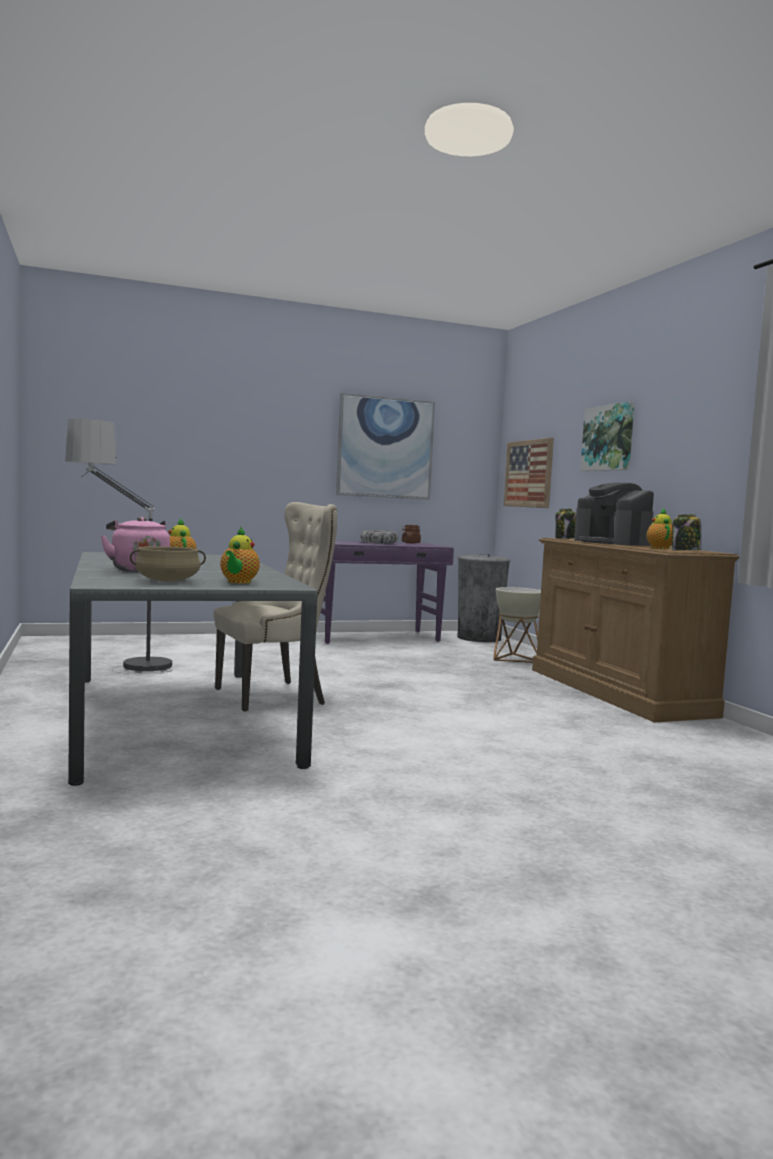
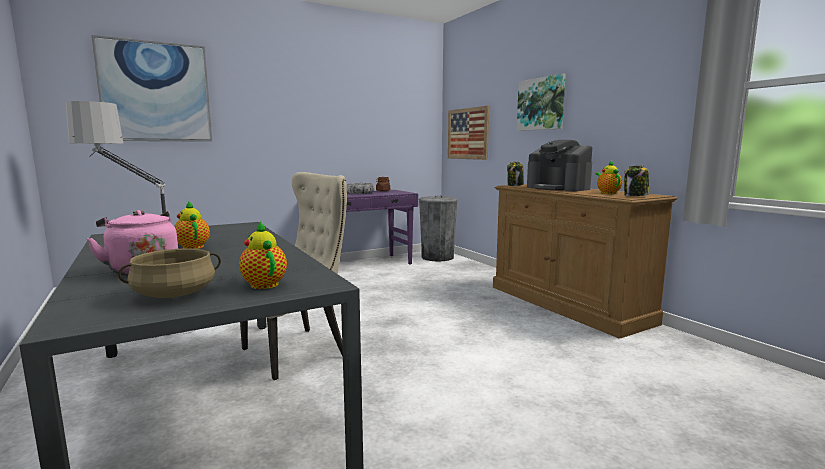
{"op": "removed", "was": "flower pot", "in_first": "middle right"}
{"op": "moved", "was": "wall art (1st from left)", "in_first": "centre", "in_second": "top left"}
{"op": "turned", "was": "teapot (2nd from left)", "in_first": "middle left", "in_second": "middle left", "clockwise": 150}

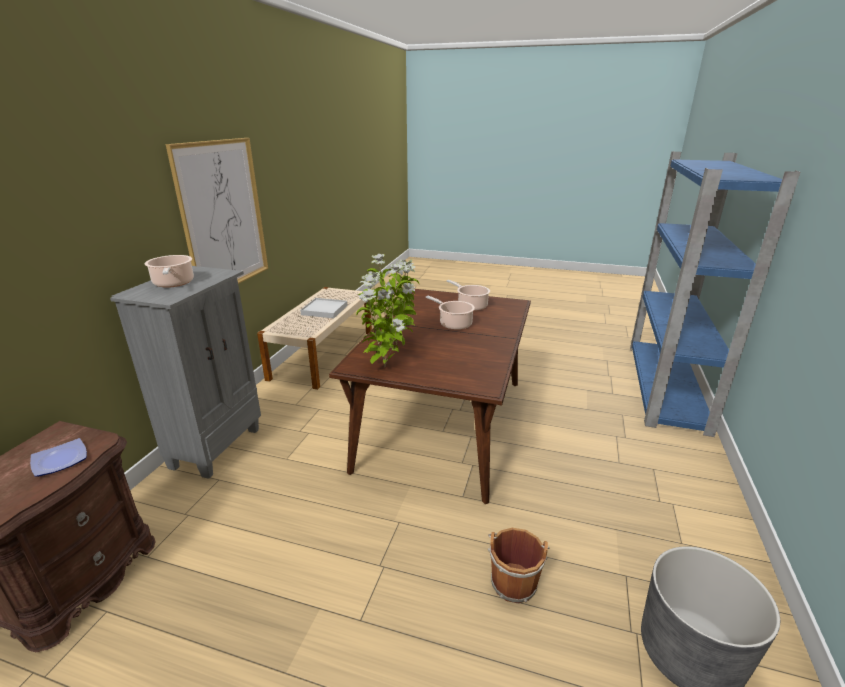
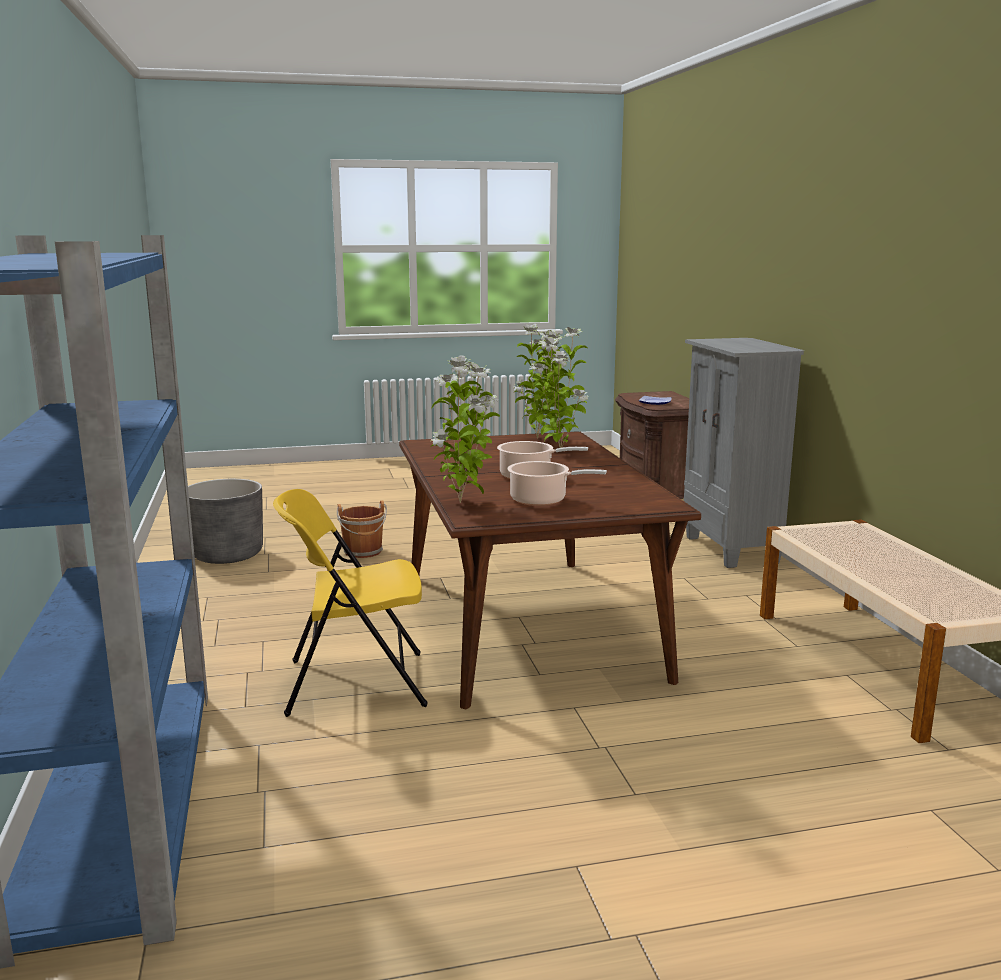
{"op": "removed", "was": "stockpot (1st from left)", "in_first": "middle left"}
{"op": "removed", "was": "wall art", "in_first": "top left"}
{"op": "removed", "was": "whitish carrying tray", "in_first": "centre"}
{"op": "added", "now": "yellow upright chair", "in_second": "centre"}
{"op": "added", "now": "houseplant (1st from left)", "in_second": "centre"}

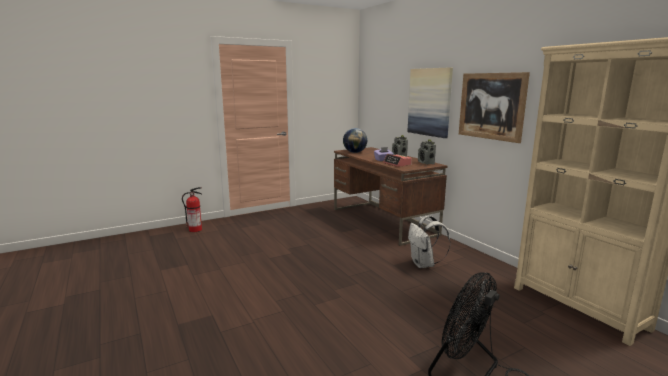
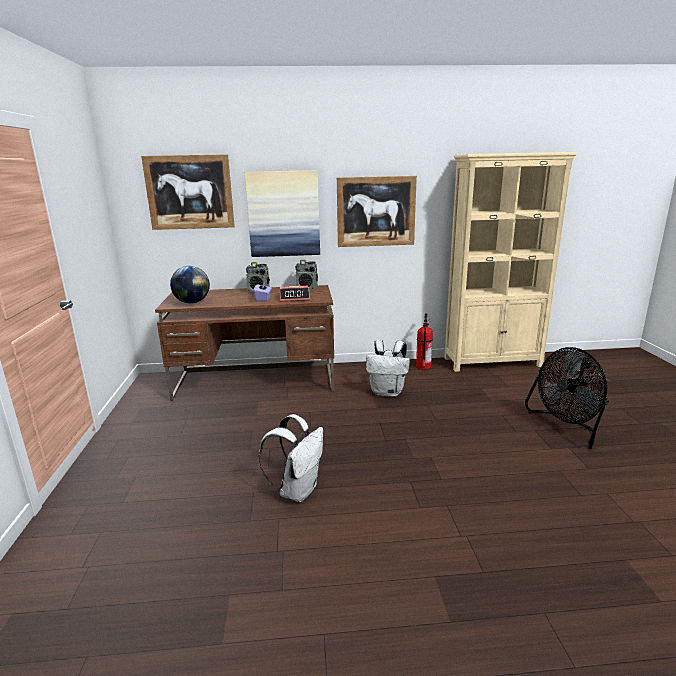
{"op": "added", "now": "wall art (1st from left)", "in_second": "top left"}
{"op": "added", "now": "whitish knapsack (1st from left)", "in_second": "bottom centre"}
{"op": "moved", "was": "fire extinguisher", "in_first": "middle left", "in_second": "centre"}

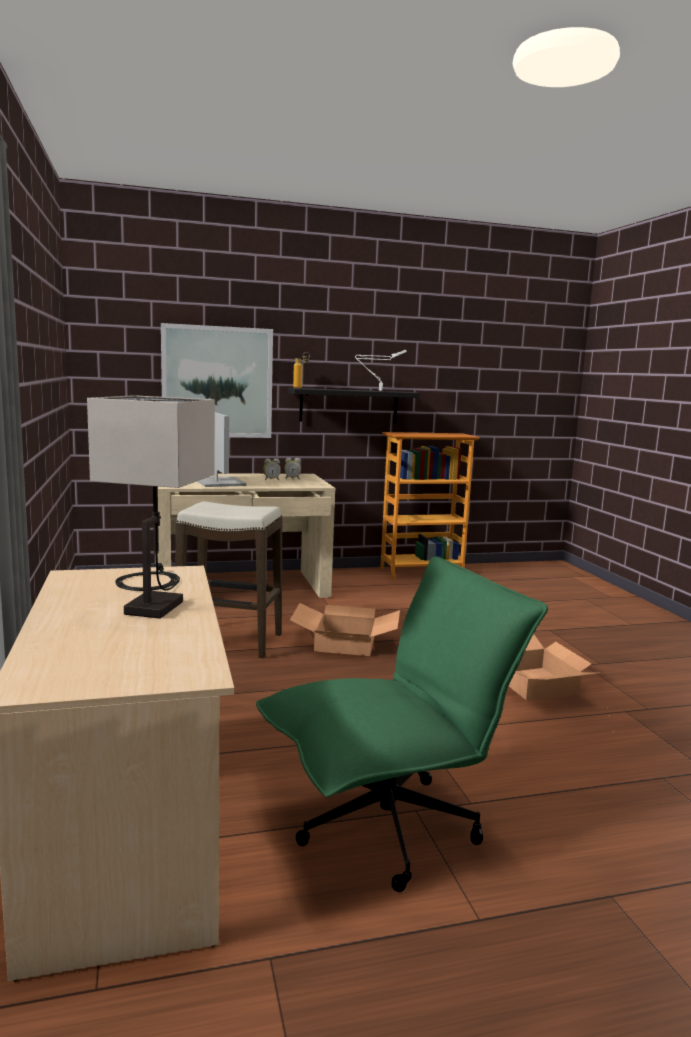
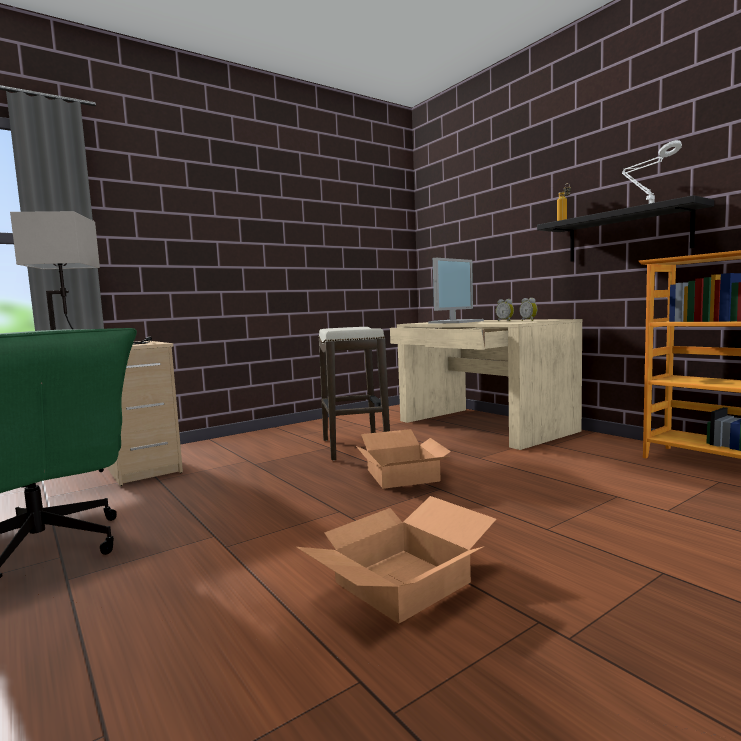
{"op": "removed", "was": "wall art", "in_first": "middle left"}

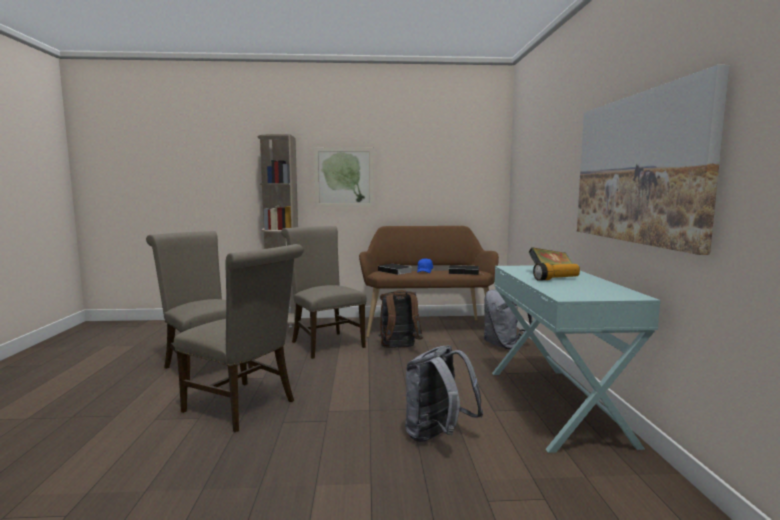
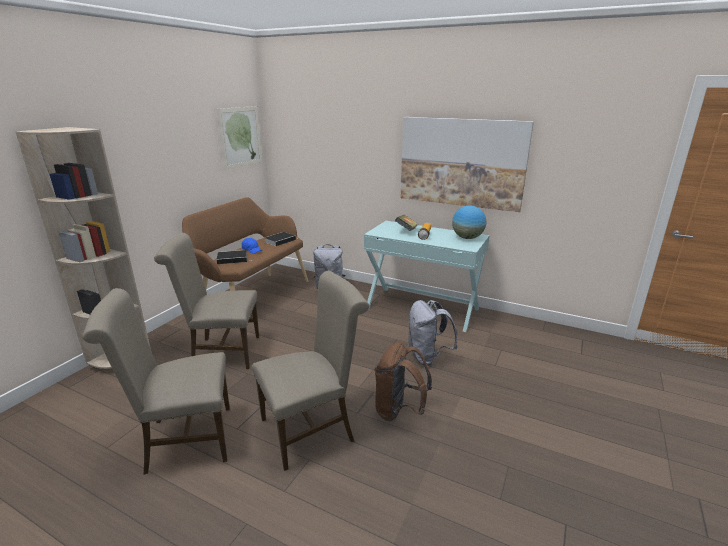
{"op": "added", "now": "desk globe", "in_second": "centre"}
{"op": "moved", "was": "wall art (1st from left)", "in_first": "centre", "in_second": "top left"}
{"op": "moved", "was": "brown knapsack", "in_first": "centre", "in_second": "bottom centre"}

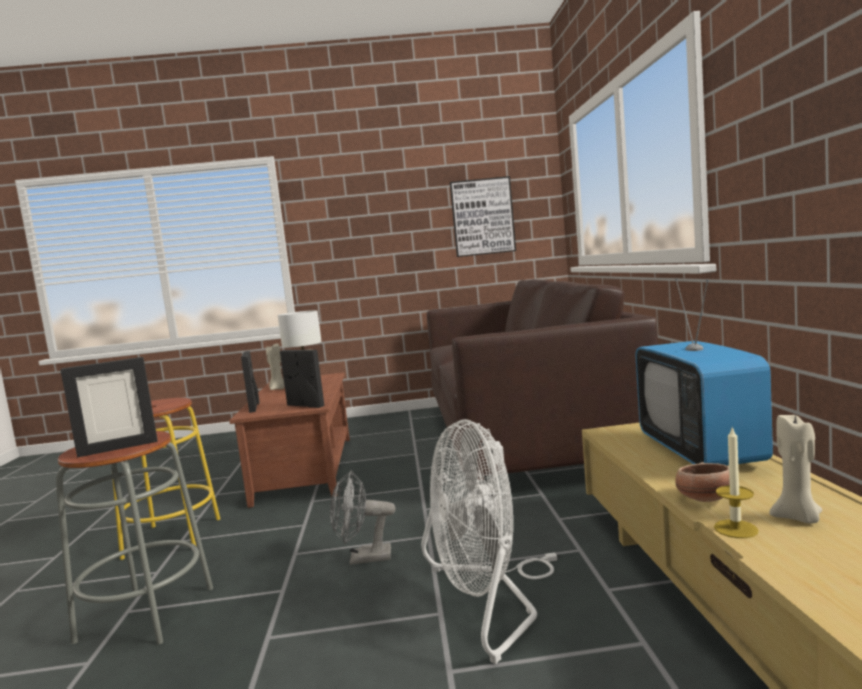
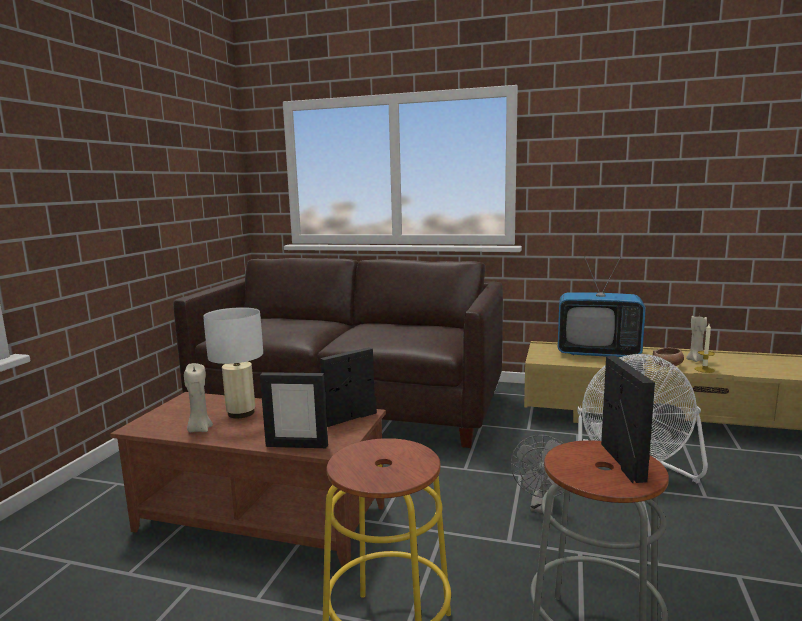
{"op": "removed", "was": "wall art", "in_first": "top centre"}

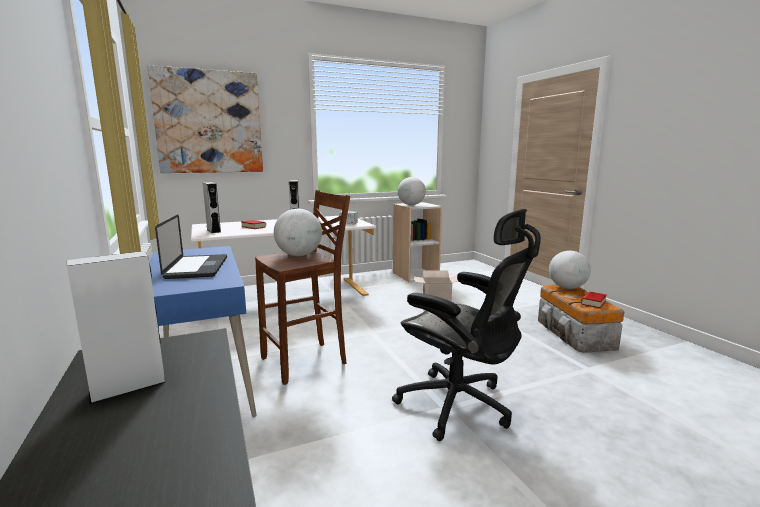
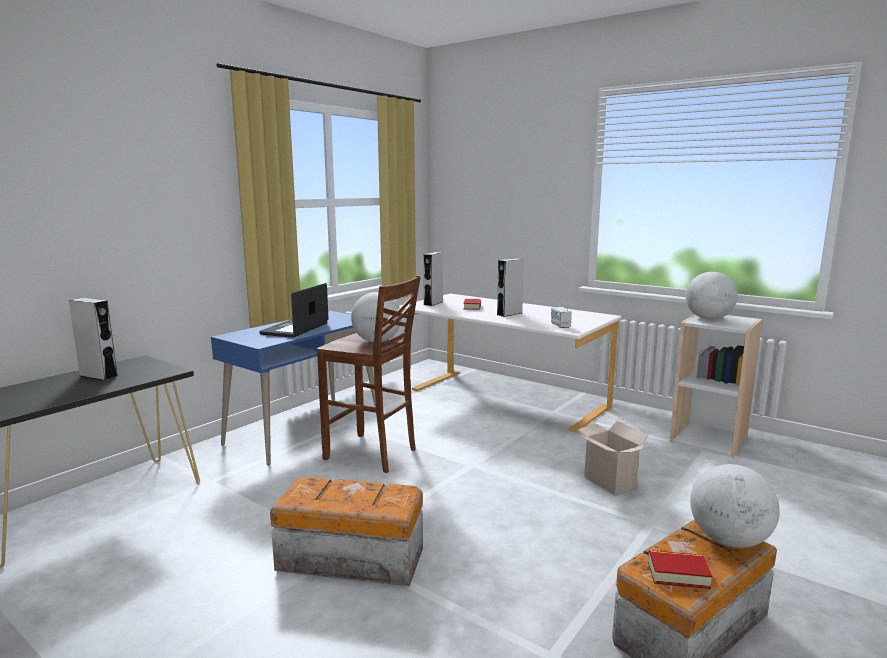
{"op": "removed", "was": "wall art", "in_first": "top left"}
{"op": "replaced", "was": "office chair", "now": "storage box (1st from left)", "in_first": "centre", "in_second": "bottom centre"}
{"op": "turned", "was": "notebook computer", "in_first": "middle left", "in_second": "middle left", "clockwise": 150}

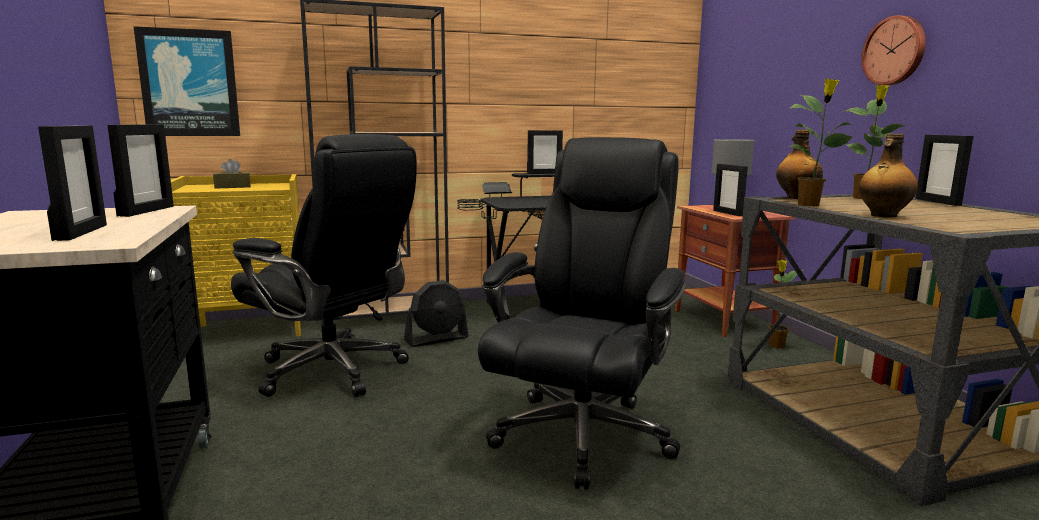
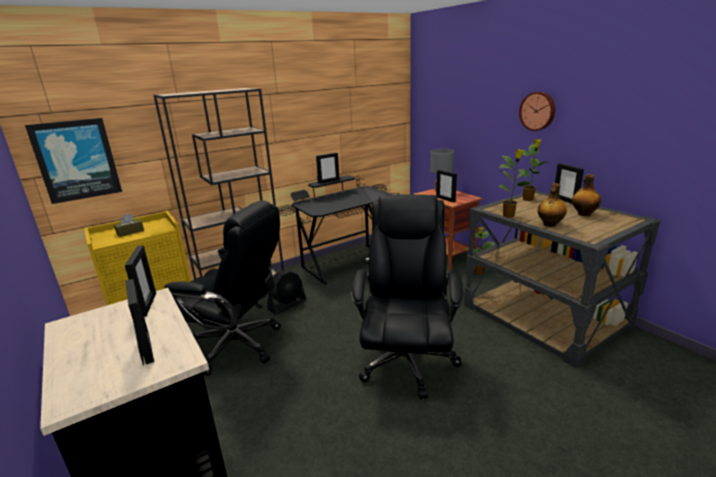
{"op": "moved", "was": "beverage bottle (1st from left in the first image)", "now": "beverage bottle (2nd from left)", "in_first": "top right", "in_second": "middle right"}

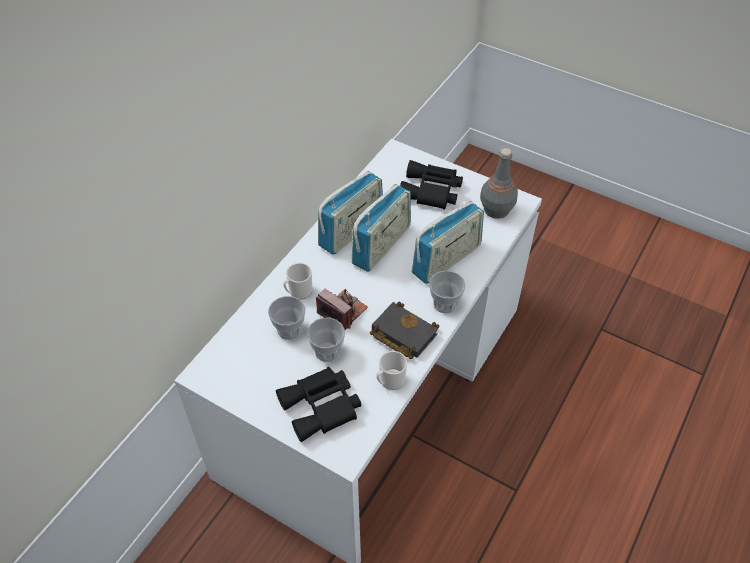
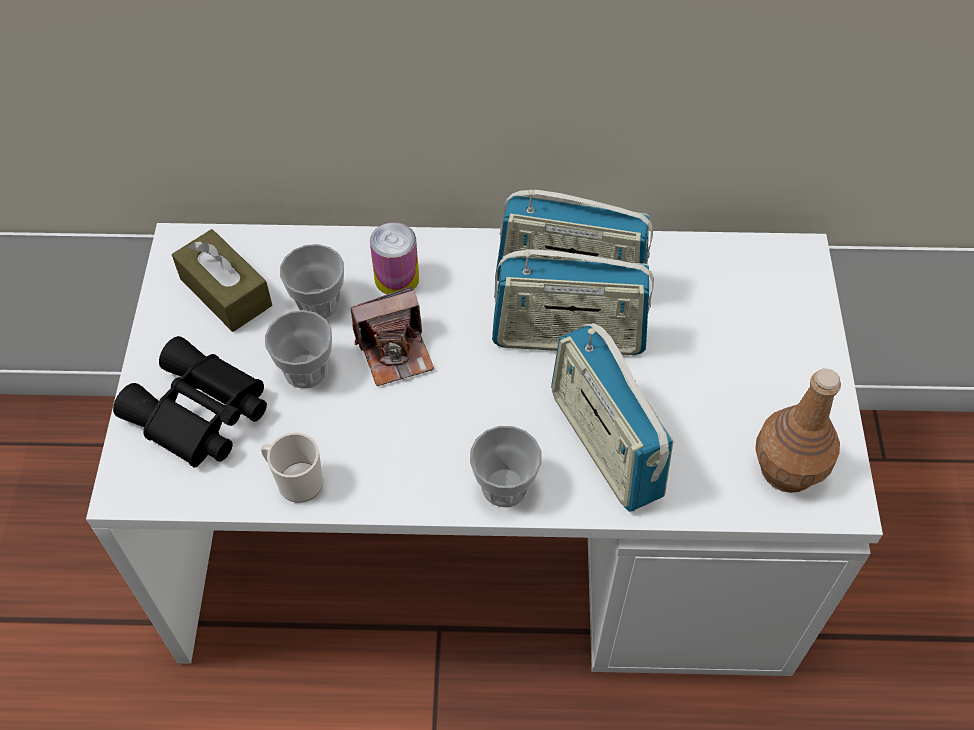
{"op": "removed", "was": "black-coloured volume", "in_first": "centre"}
{"op": "removed", "was": "black-coloured pair of binoculars (2nd from left)", "in_first": "top centre"}
{"op": "added", "now": "brown tissue box", "in_second": "middle left"}
{"op": "replaced", "was": "coffee mug (1st from left)", "now": "metal can", "in_first": "centre", "in_second": "centre"}
{"op": "recoloured", "was": "grey beverage bottle", "now": "brown beverage bottle", "in_first": "top centre", "in_second": "middle right"}
{"op": "turned", "was": "still camera", "in_first": "centre", "in_second": "centre", "clockwise": 60}
{"op": "turned", "was": "radio receiver (3rd from left)", "in_first": "centre", "in_second": "centre", "clockwise": 45}

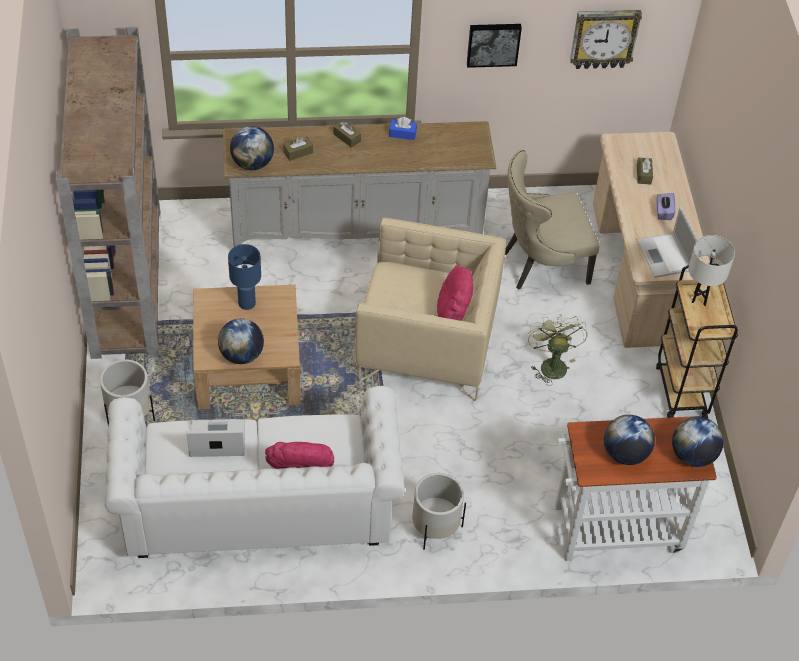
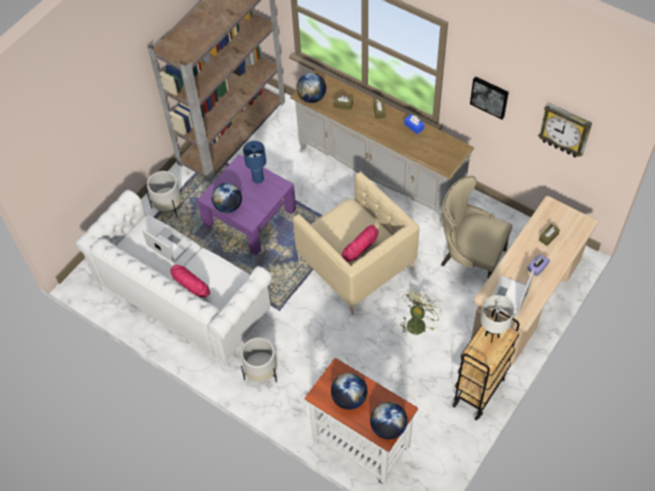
{"op": "recoloured", "was": "brown low table", "now": "purple low table", "in_first": "middle left", "in_second": "centre"}

